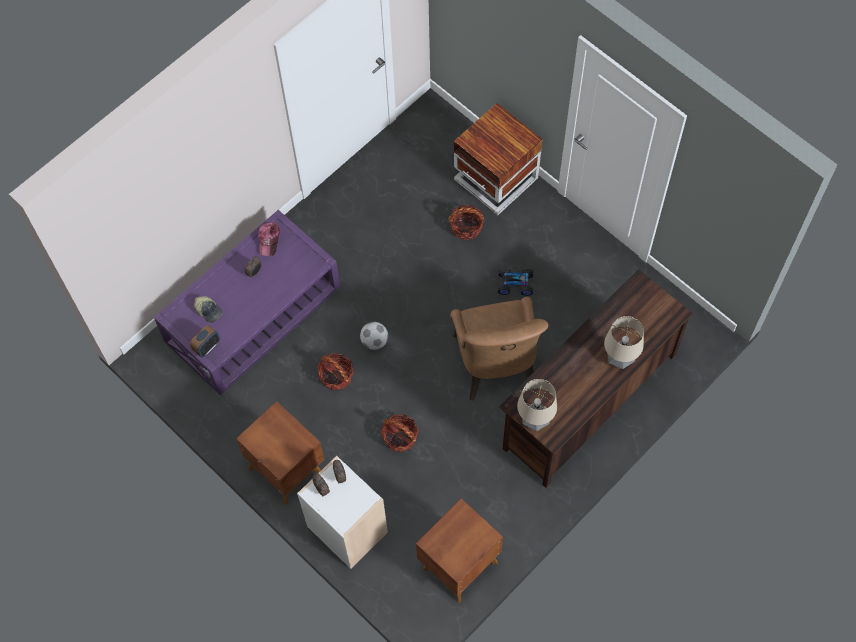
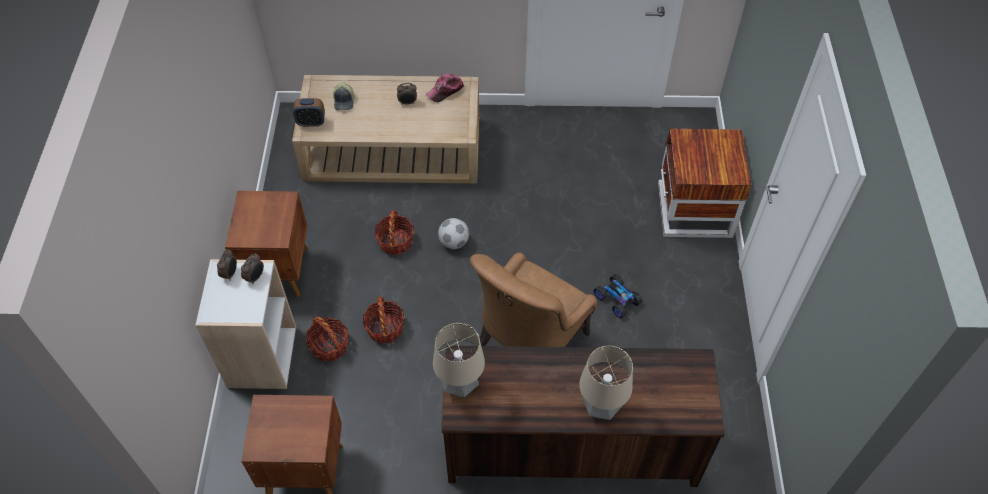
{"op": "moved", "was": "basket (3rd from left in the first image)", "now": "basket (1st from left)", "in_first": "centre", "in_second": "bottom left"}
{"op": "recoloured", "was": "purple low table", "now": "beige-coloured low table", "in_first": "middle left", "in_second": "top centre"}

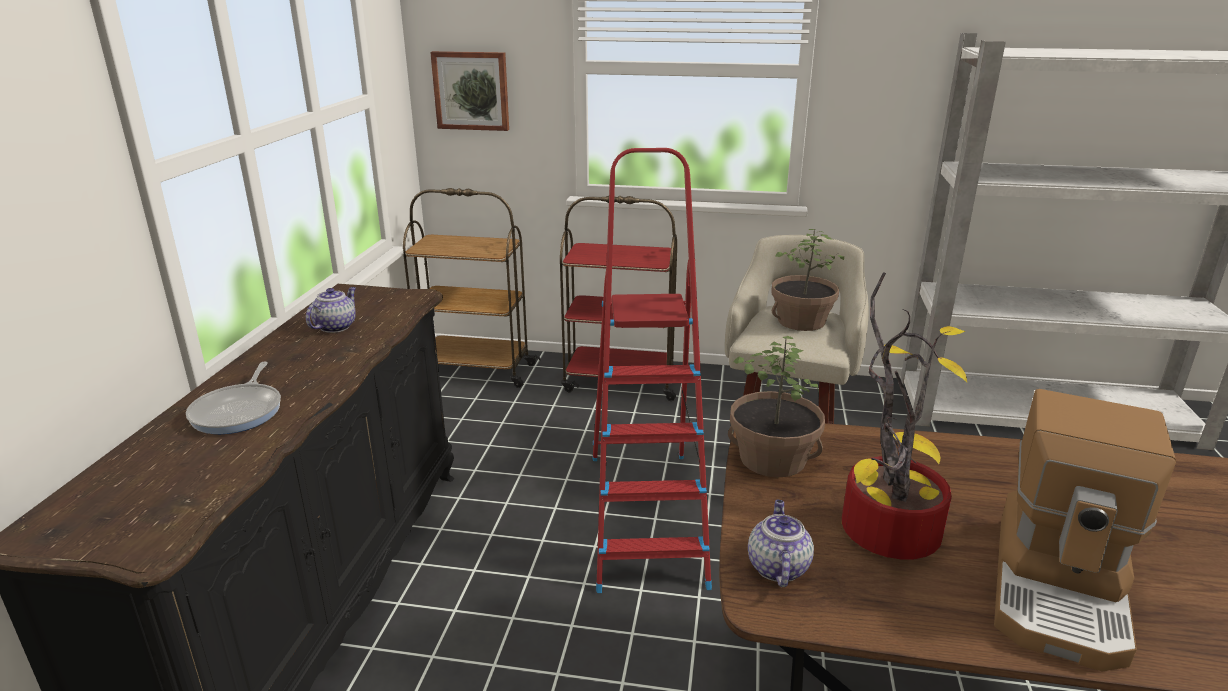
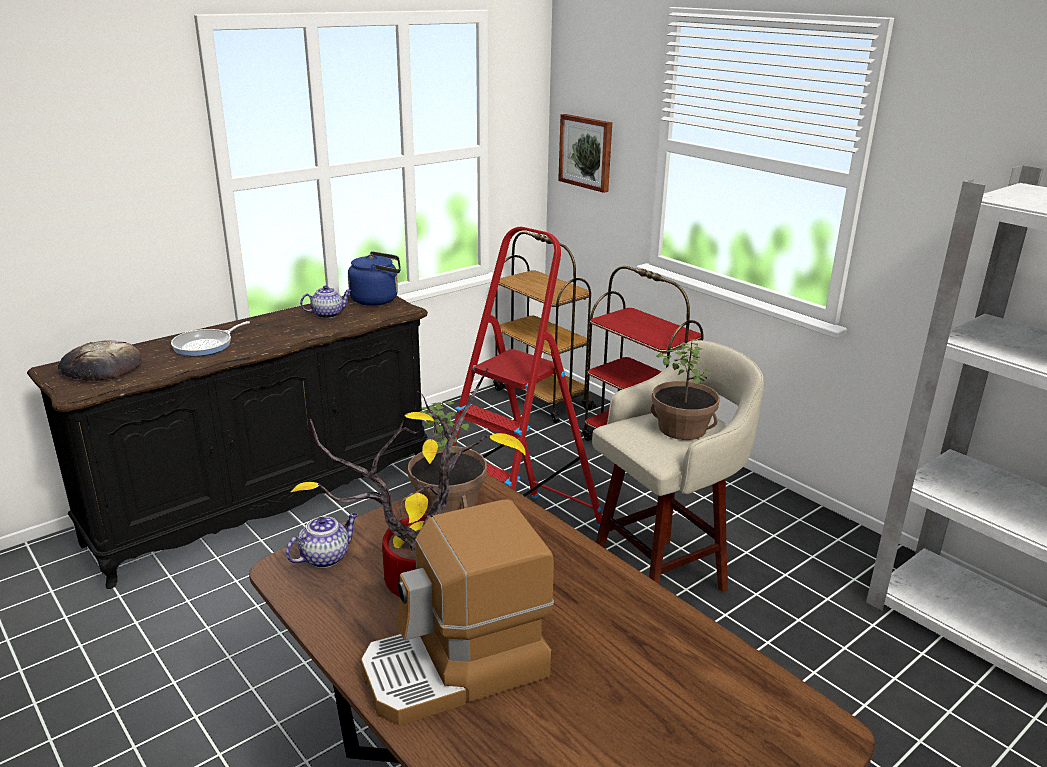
{"op": "added", "now": "bakery bread", "in_second": "middle left"}
{"op": "added", "now": "blue-coloured tea kettle", "in_second": "centre"}

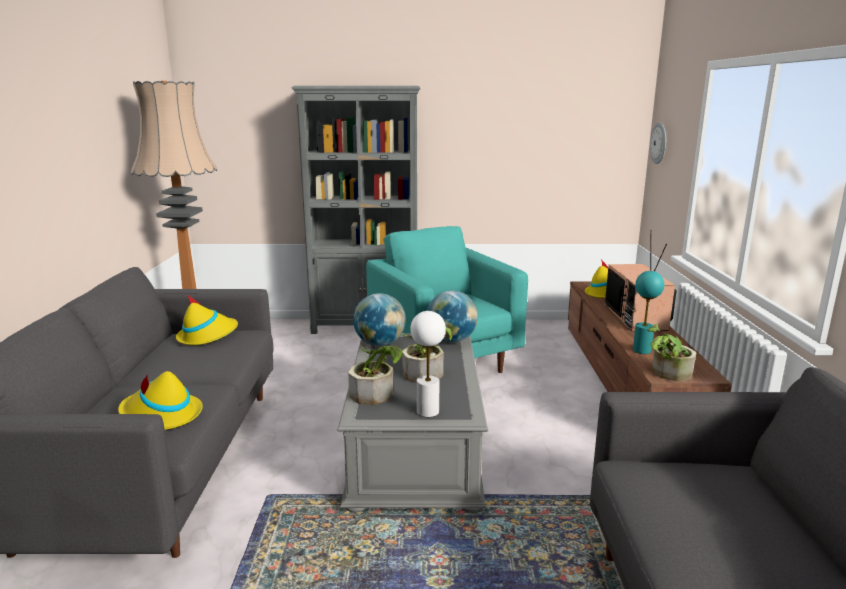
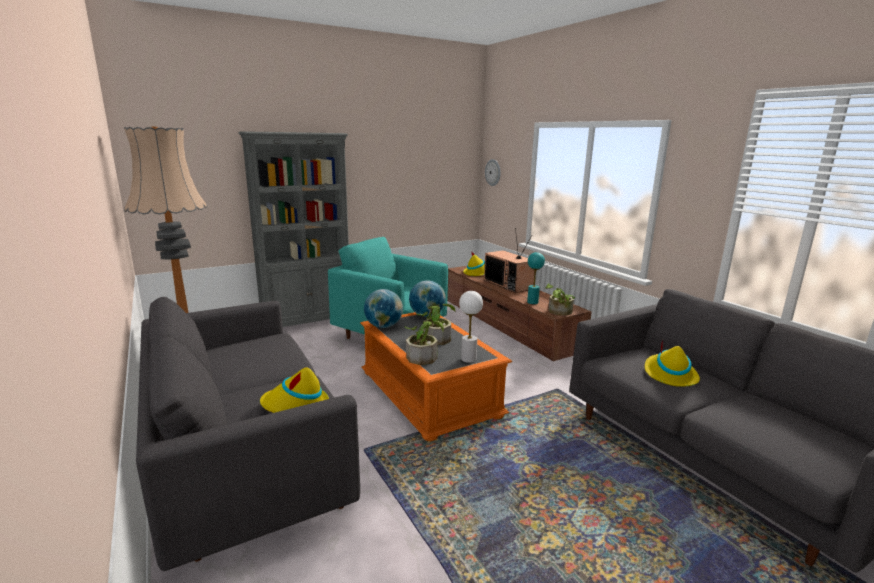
{"op": "moved", "was": "yellow clothing hat (2nd from left in the first image)", "now": "yellow clothing hat (3rd from left)", "in_first": "middle left", "in_second": "middle right"}
{"op": "recoloured", "was": "grey low table", "now": "orange low table", "in_first": "bottom centre", "in_second": "centre"}

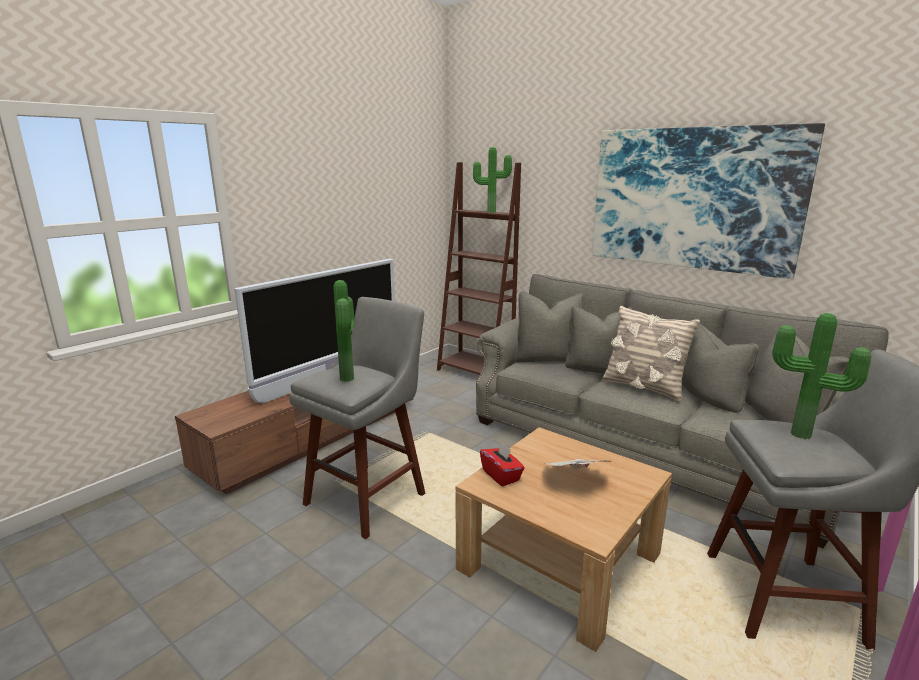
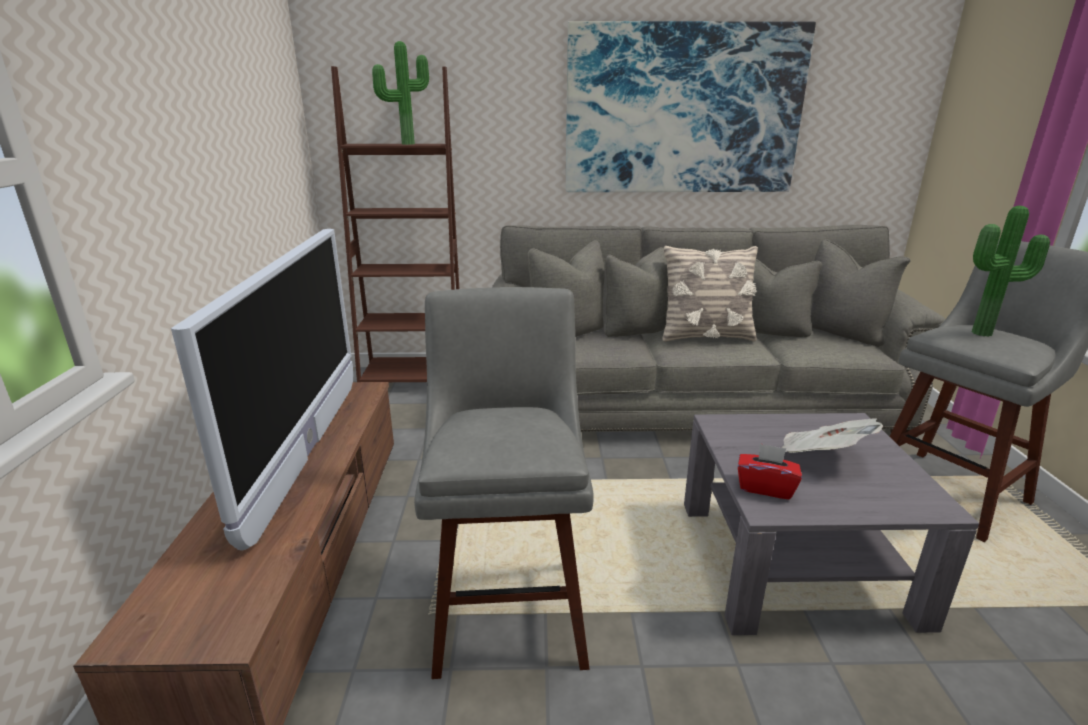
{"op": "removed", "was": "houseplant (1st from left)", "in_first": "centre"}
{"op": "recoloured", "was": "brown low table", "now": "grey low table", "in_first": "bottom centre", "in_second": "bottom right"}

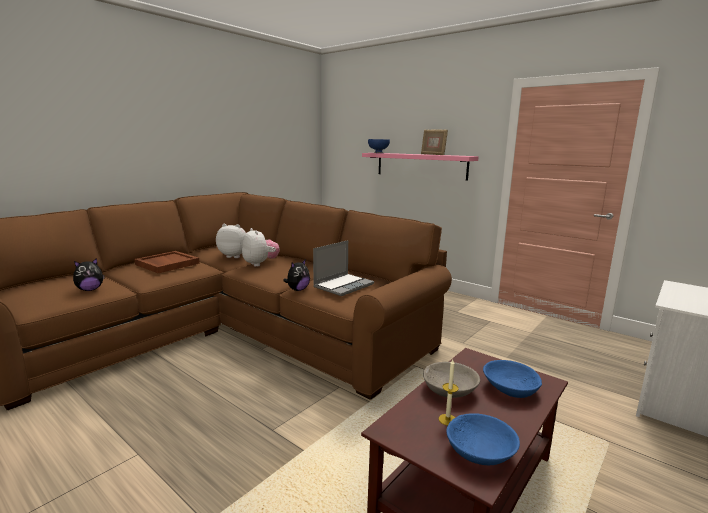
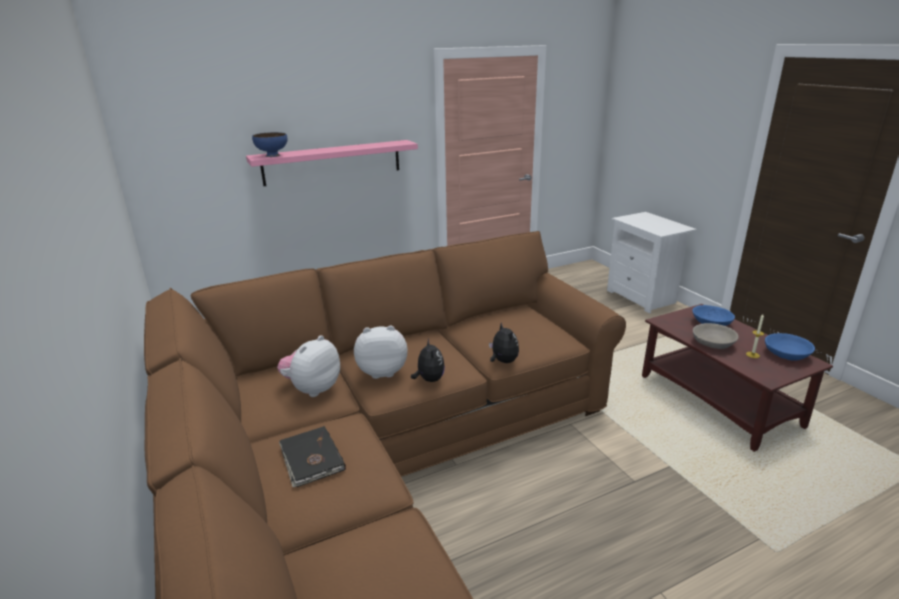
{"op": "removed", "was": "notebook computer", "in_first": "centre"}
{"op": "removed", "was": "standing frame", "in_first": "top centre"}
{"op": "moved", "was": "soft toy (1st from left in the first image)", "now": "soft toy (3rd from left)", "in_first": "middle left", "in_second": "centre"}
{"op": "replaced", "was": "brown carrying tray", "now": "black-coloured volume", "in_first": "middle left", "in_second": "bottom centre"}

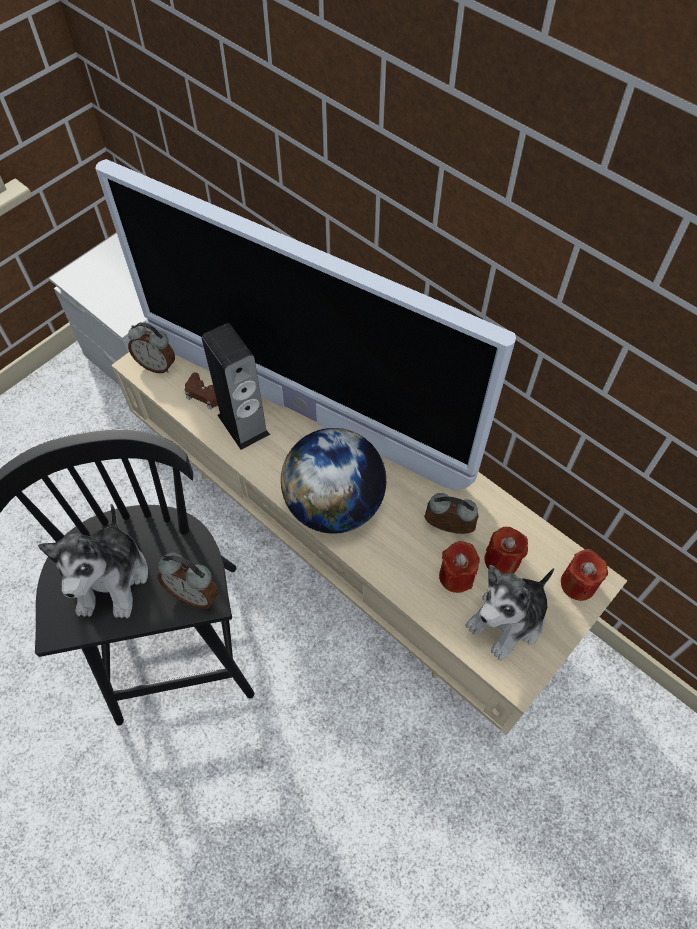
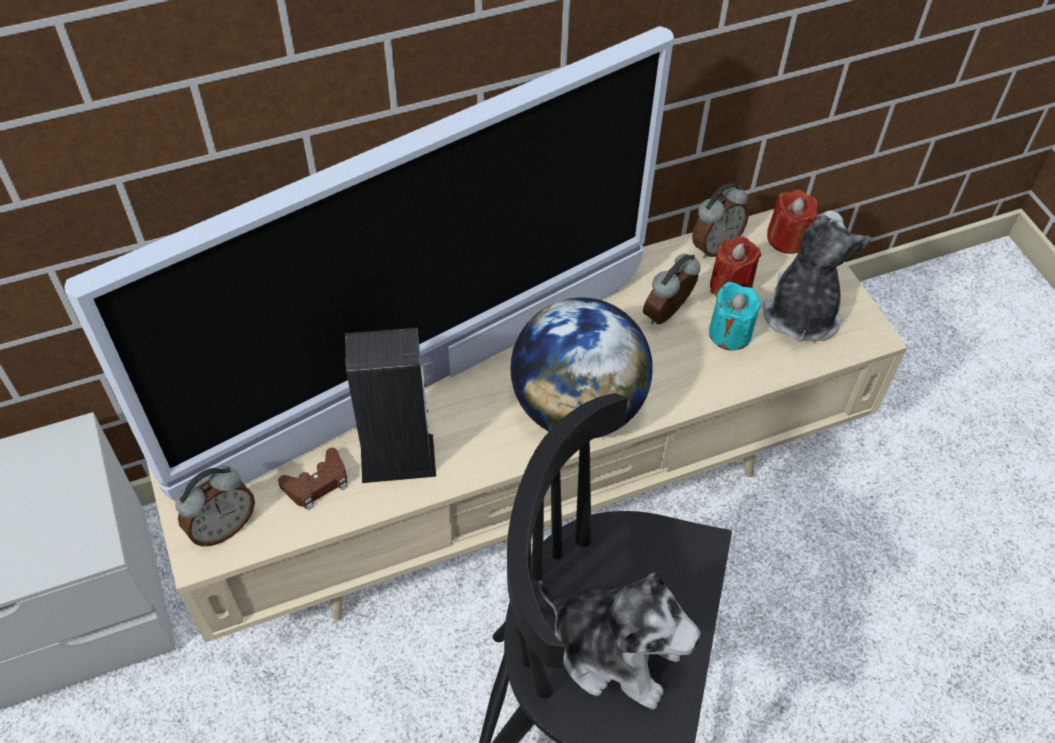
{"op": "moved", "was": "table clock (2nd from left in the first image)", "now": "table clock (3rd from left)", "in_first": "middle left", "in_second": "top right"}
{"op": "recoloured", "was": "red-coloured wax light (1st from left)", "now": "turquoise wax light", "in_first": "centre", "in_second": "middle right"}
{"op": "turned", "was": "soft toy (2nd from left)", "in_first": "middle right", "in_second": "middle right", "clockwise": -150}

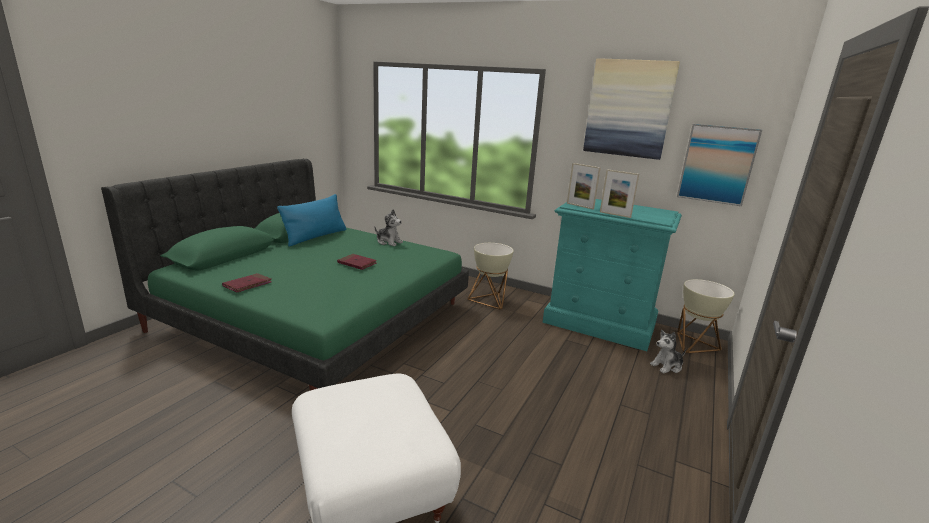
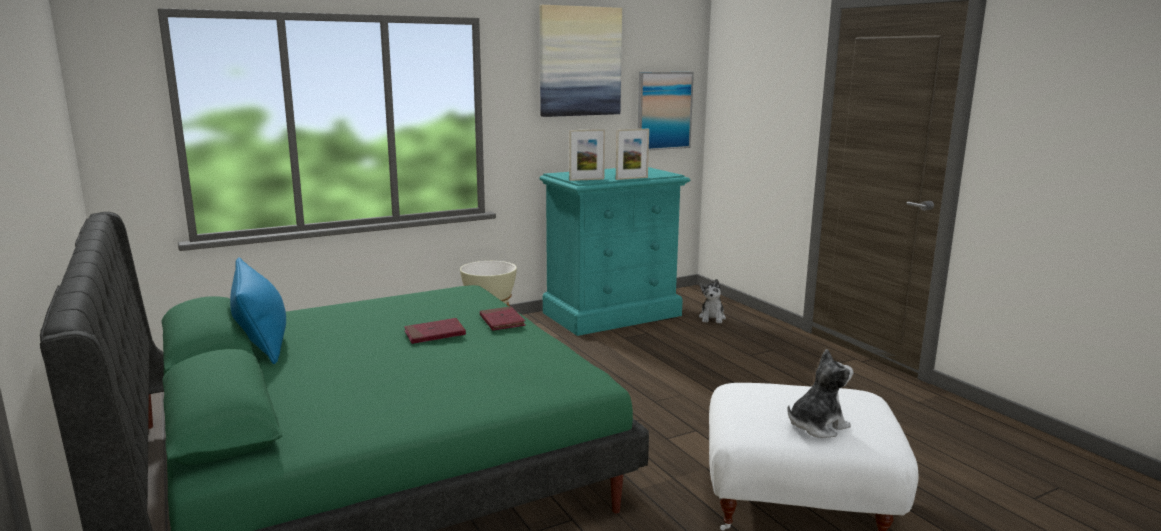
{"op": "removed", "was": "flower pot (2nd from left)", "in_first": "middle right"}
{"op": "moved", "was": "red-coloured volume (1st from left in the first image)", "now": "red-coloured volume (2nd from left)", "in_first": "middle left", "in_second": "centre"}
{"op": "moved", "was": "soft toy (1st from left in the first image)", "now": "soft toy (2nd from left)", "in_first": "centre", "in_second": "bottom right"}

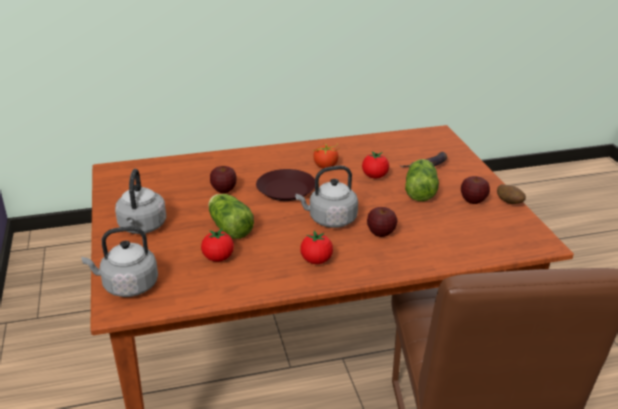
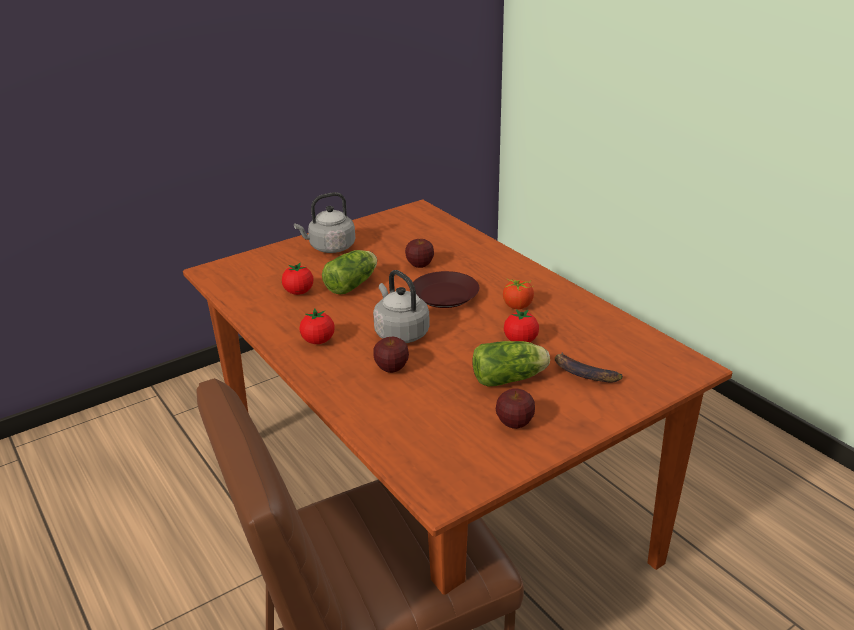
{"op": "removed", "was": "grey tea kettle (1st from left)", "in_first": "middle left"}
{"op": "removed", "was": "whole potato", "in_first": "middle right"}

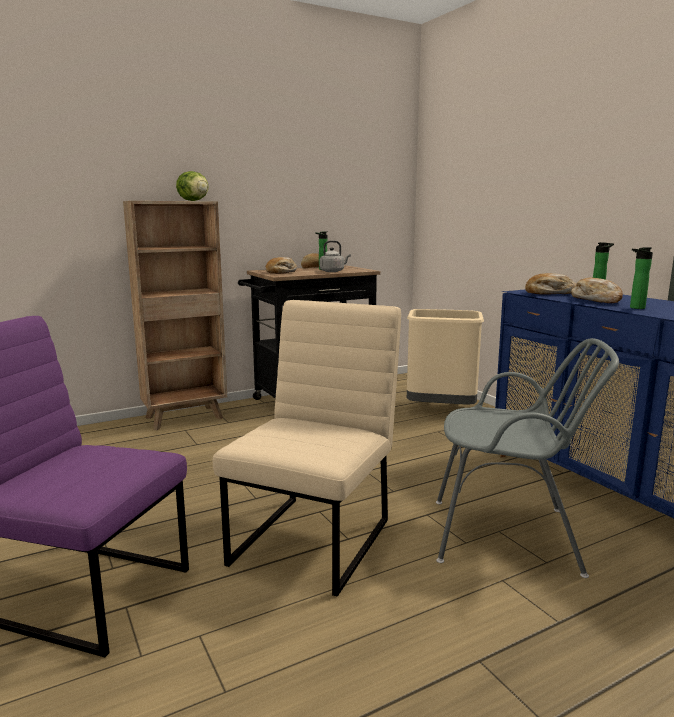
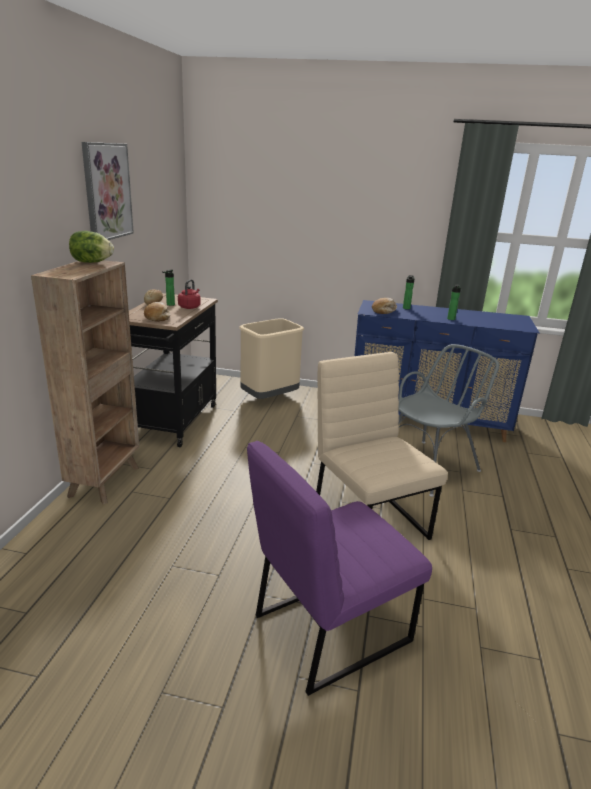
{"op": "removed", "was": "bakery bread (4th from left)", "in_first": "middle right"}
{"op": "added", "now": "wall art", "in_second": "top left"}
{"op": "recoloured", "was": "grey tea kettle", "now": "red-coloured tea kettle", "in_first": "centre", "in_second": "middle left"}

